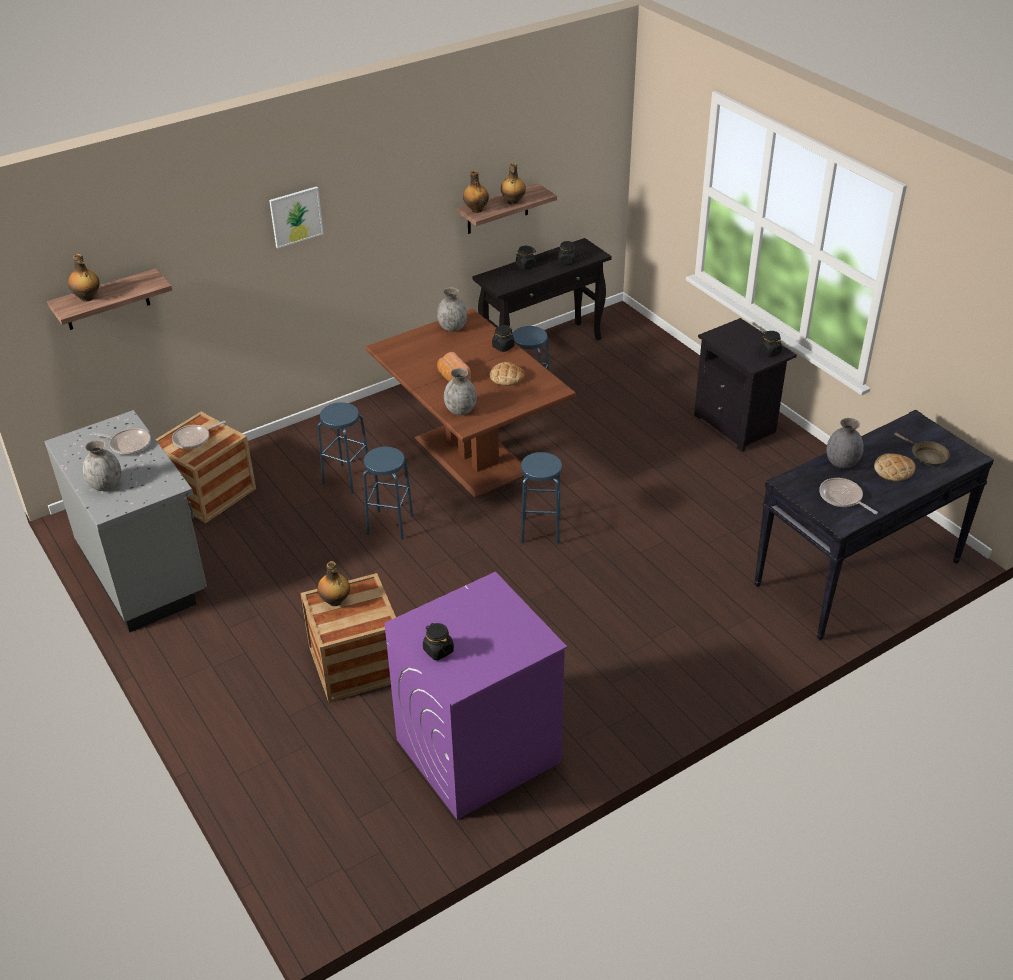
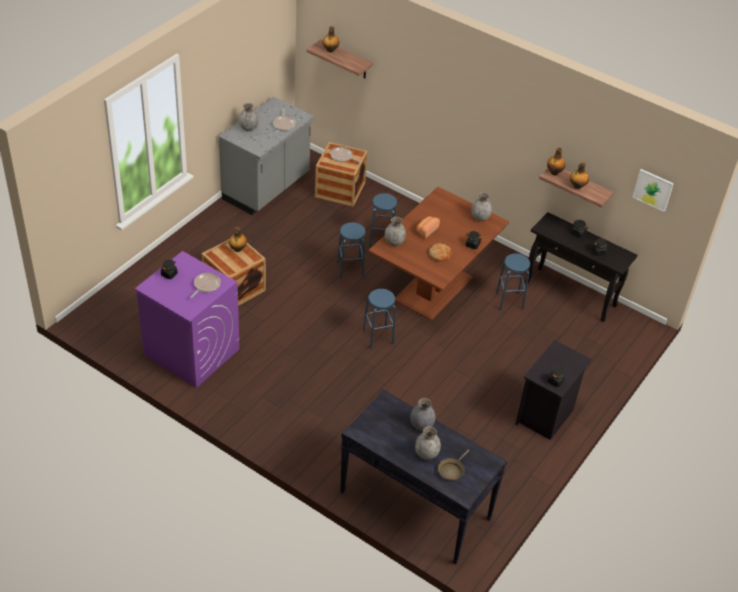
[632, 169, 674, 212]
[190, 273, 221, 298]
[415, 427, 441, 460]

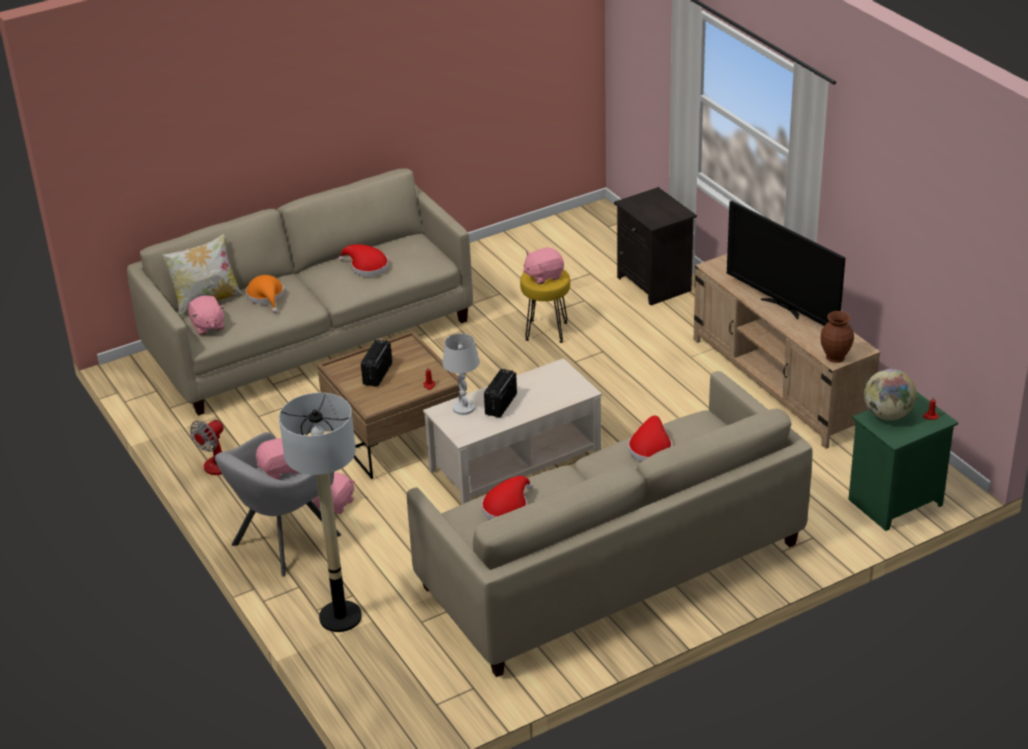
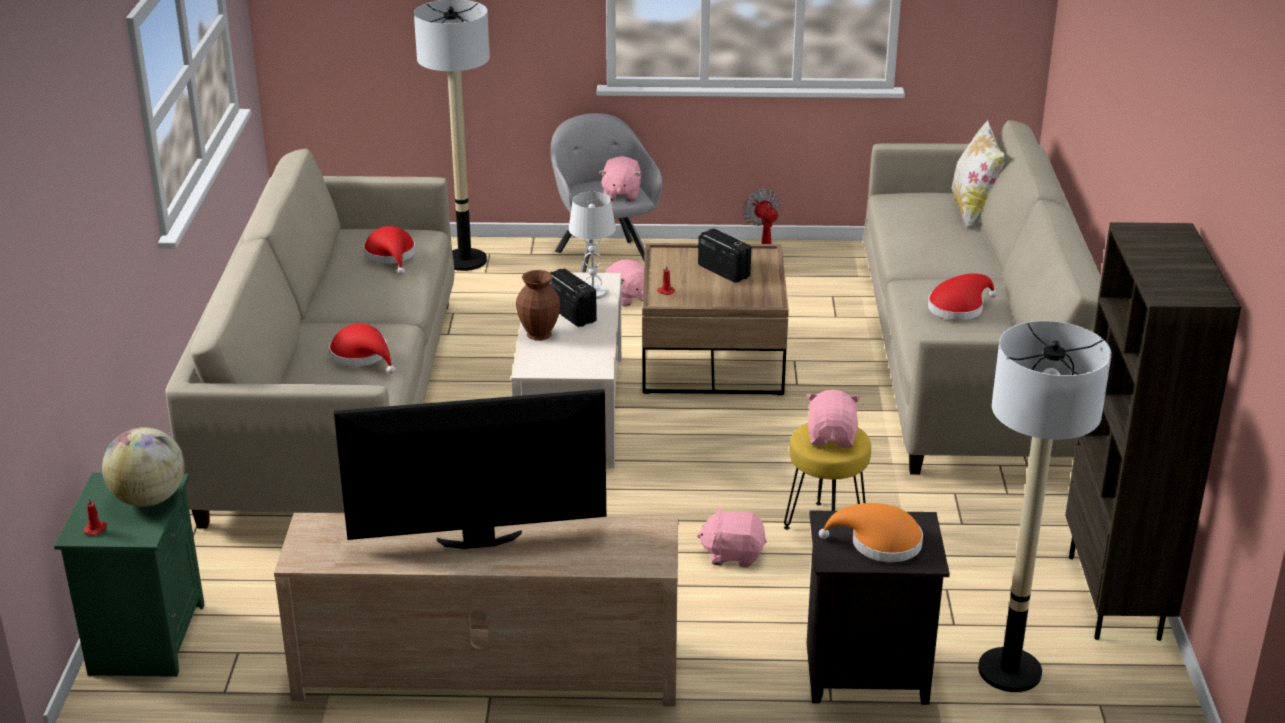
[978, 321, 1112, 692]
[1065, 222, 1241, 641]
[697, 507, 767, 568]
[819, 503, 923, 562]
[516, 270, 560, 341]

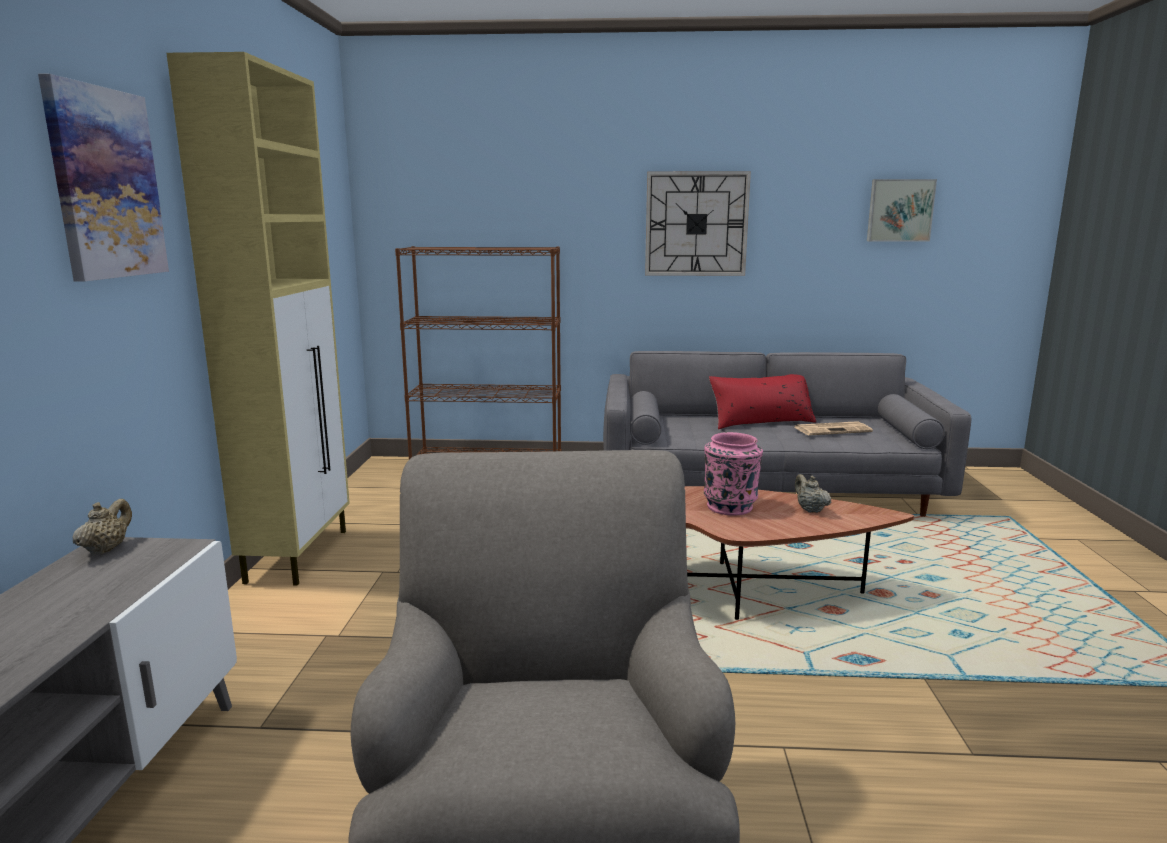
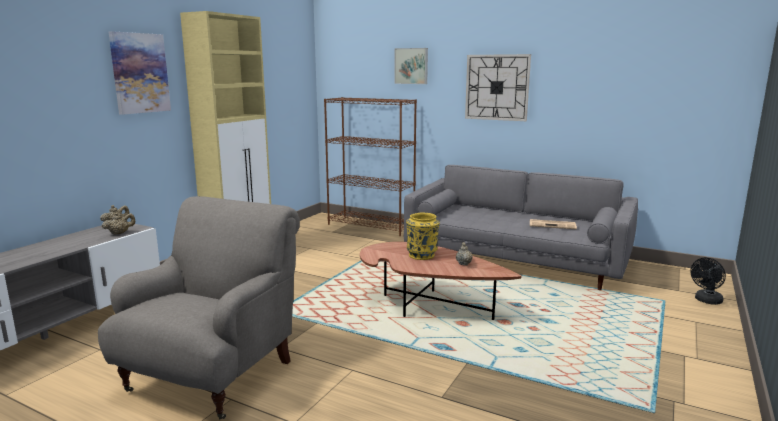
[709, 374, 816, 429] (first image)
[101, 213, 135, 235]
[690, 258, 726, 305]
[394, 48, 428, 84]
[406, 212, 439, 260]

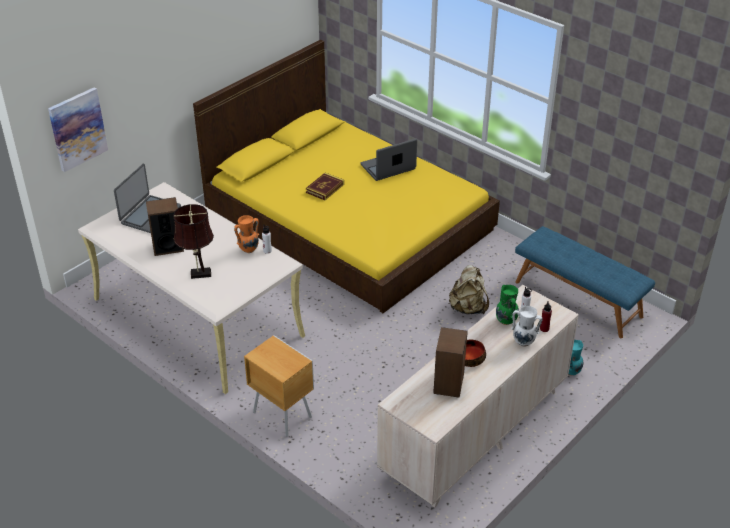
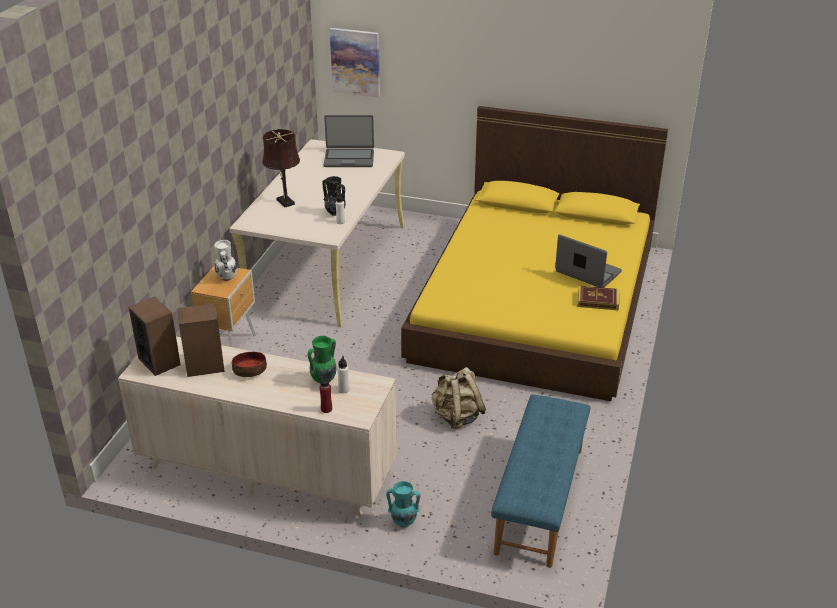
[128, 297, 181, 376]
[578, 286, 619, 310]
[214, 240, 237, 281]
[322, 176, 346, 216]

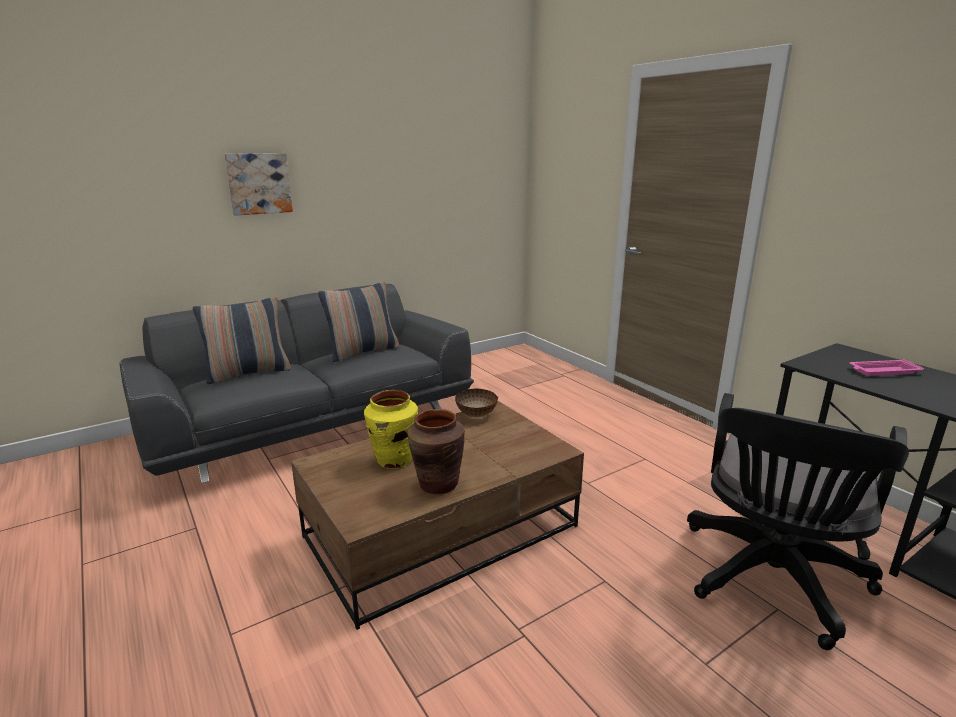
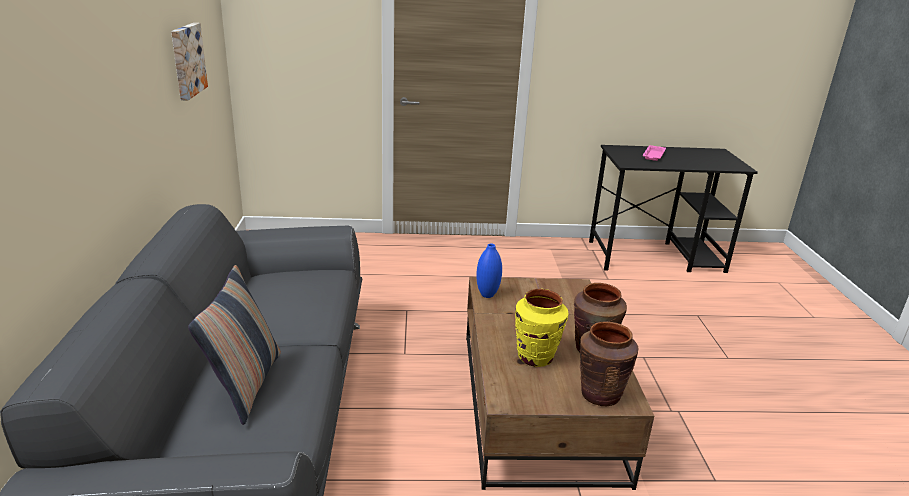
[318, 282, 399, 362] (first image)
[687, 393, 909, 650] (first image)
[580, 321, 639, 406]
[171, 23, 208, 101]
[476, 244, 502, 298]

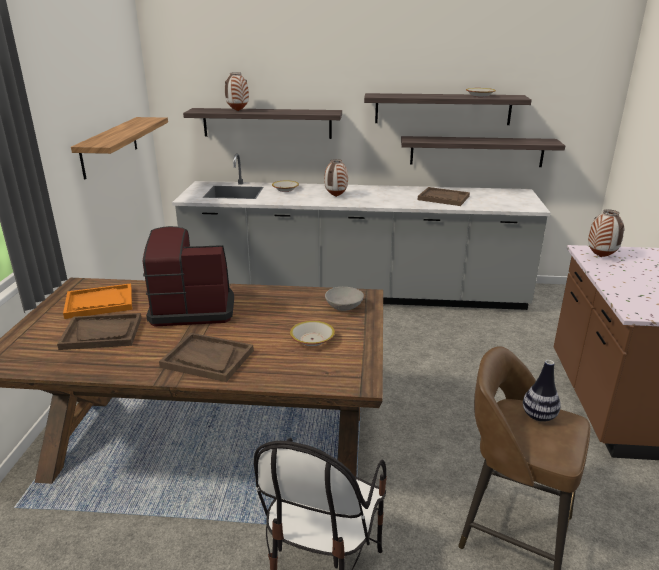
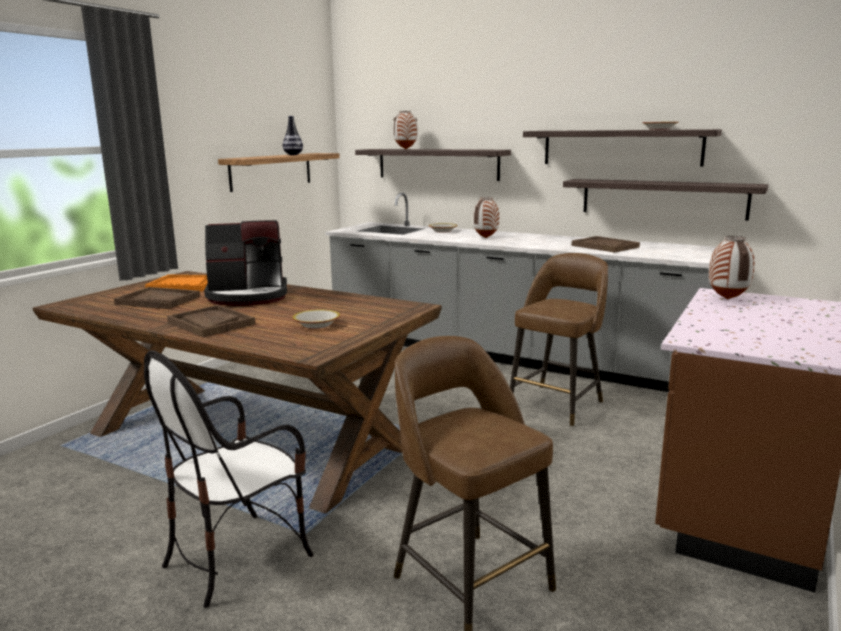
[325, 287, 364, 311] (first image)
[510, 253, 608, 426]
[283, 116, 303, 155]
[204, 220, 287, 306]

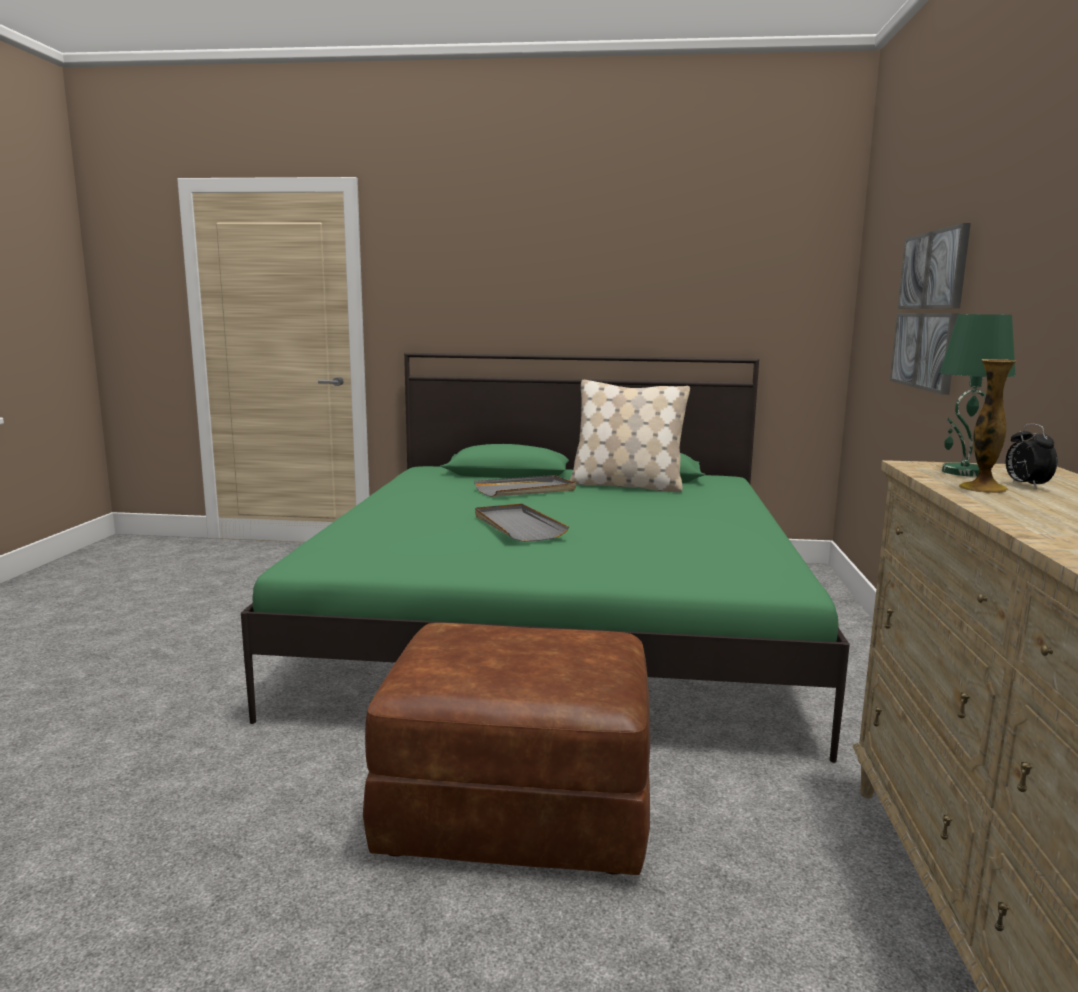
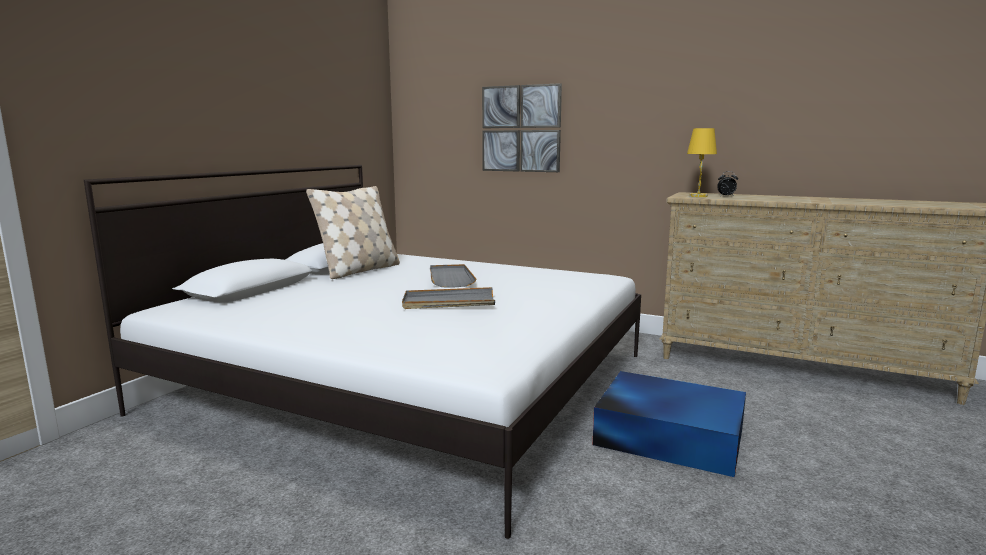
[959, 359, 1016, 493] (first image)
[430, 264, 476, 287]
[593, 371, 746, 477]
[84, 165, 641, 539]
[687, 128, 717, 197]

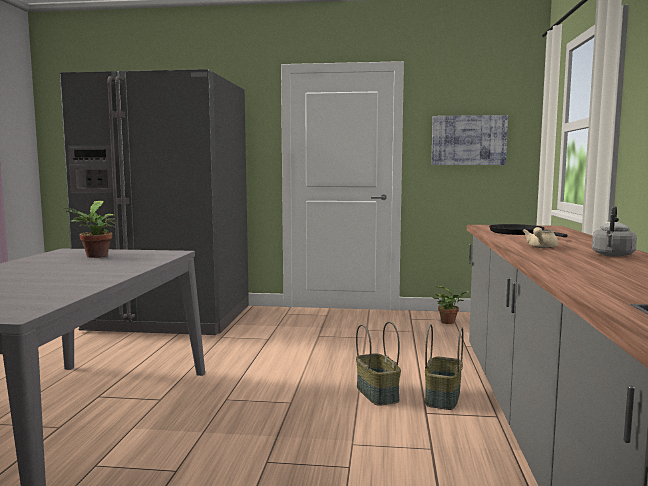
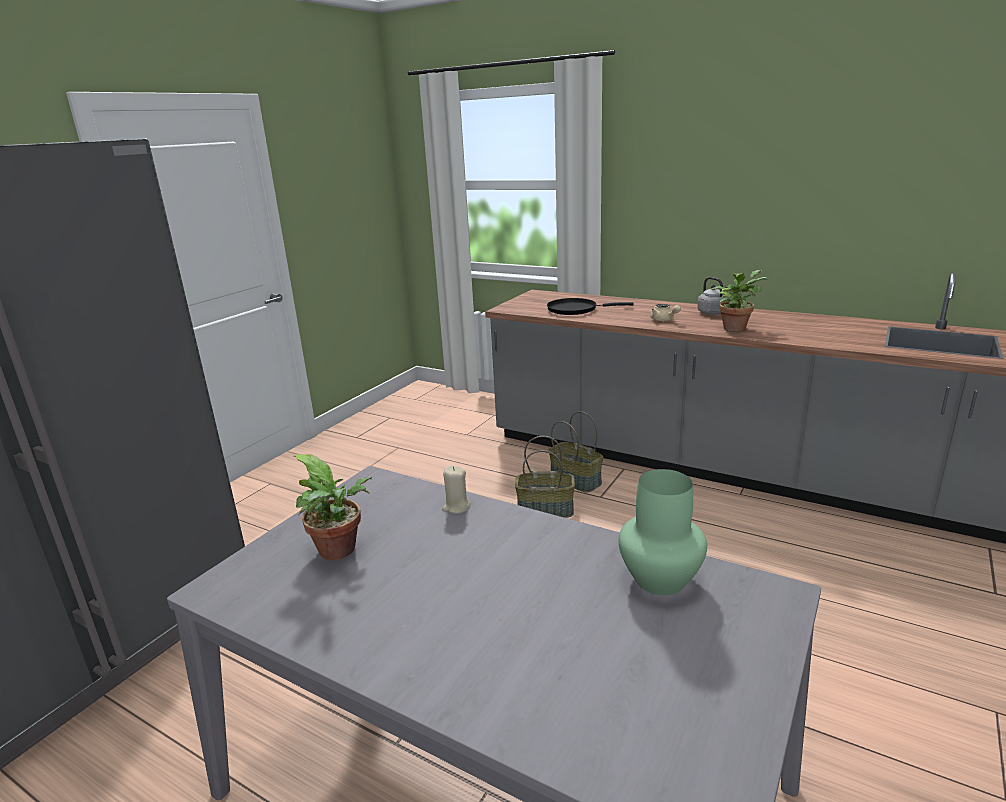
[431, 115, 508, 165] (first image)
[442, 465, 471, 514]
[618, 469, 707, 595]
[712, 270, 768, 332]

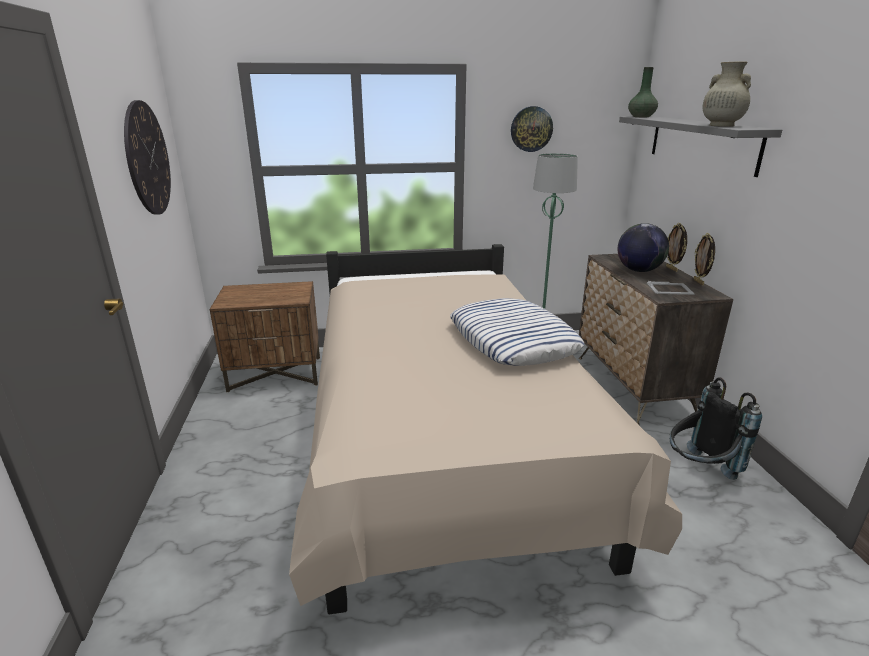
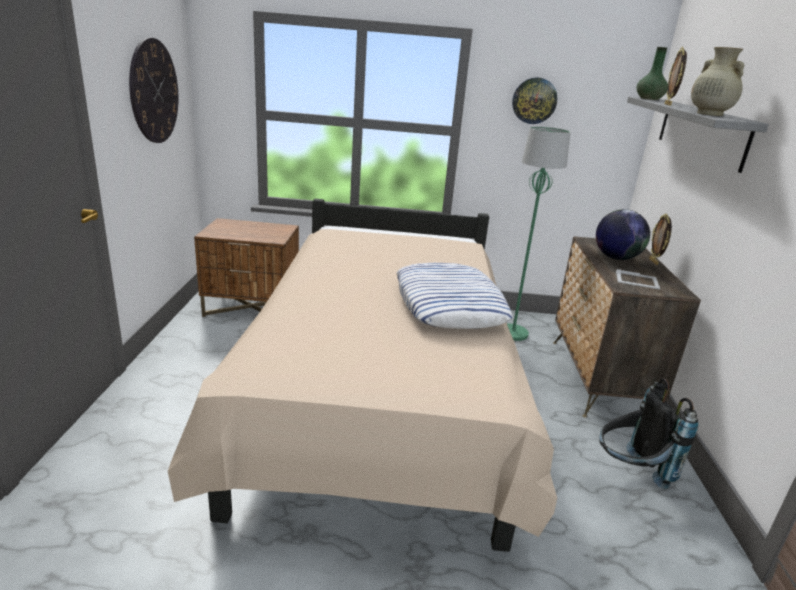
[665, 47, 687, 106]

